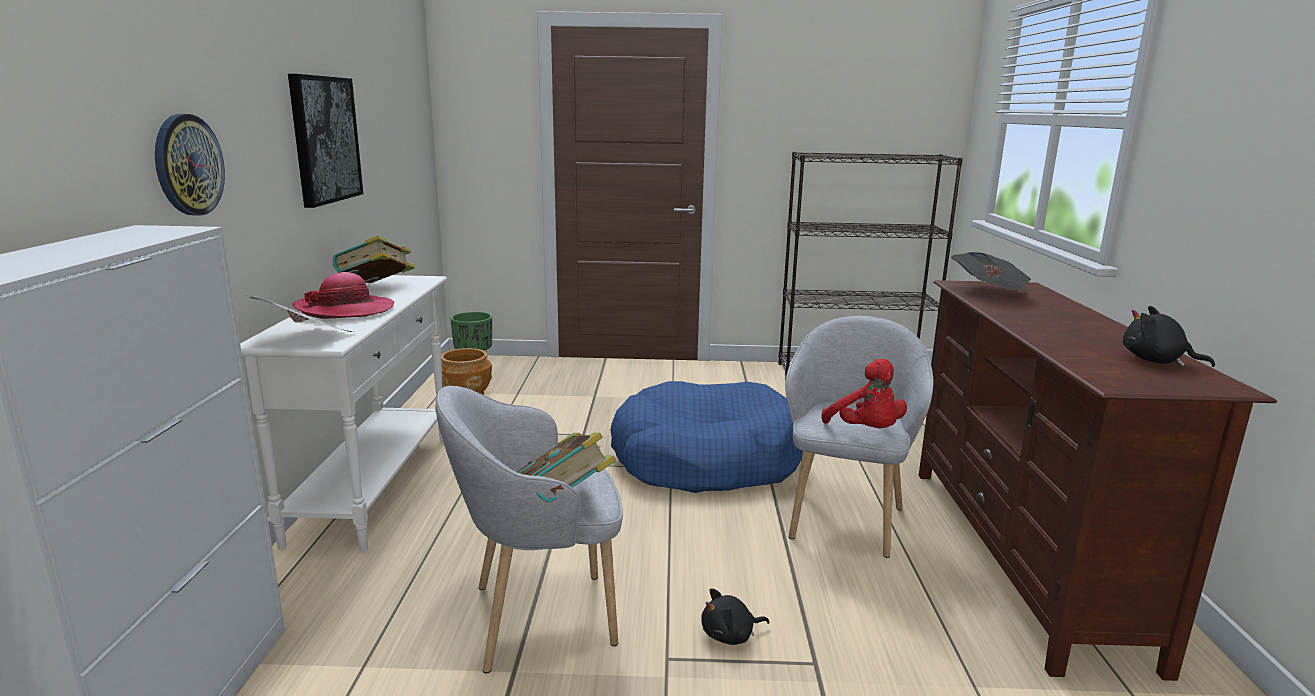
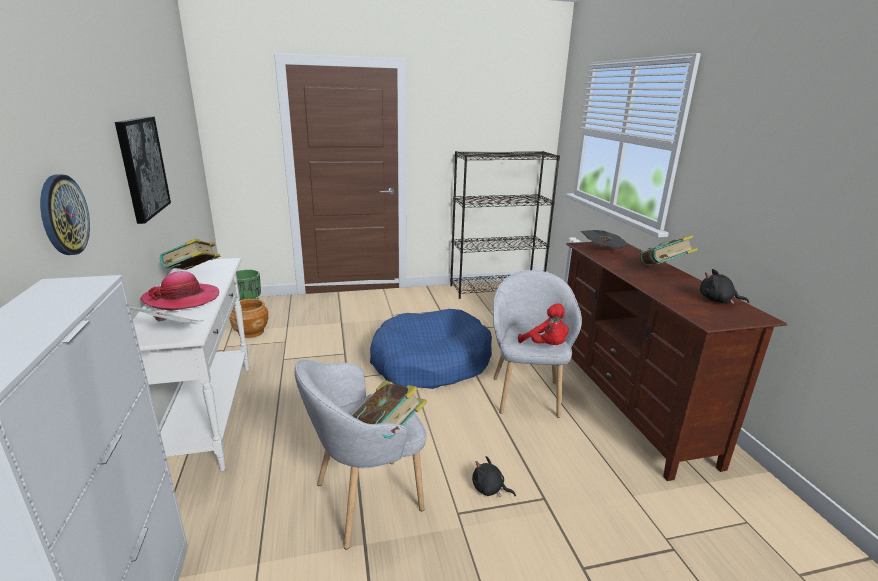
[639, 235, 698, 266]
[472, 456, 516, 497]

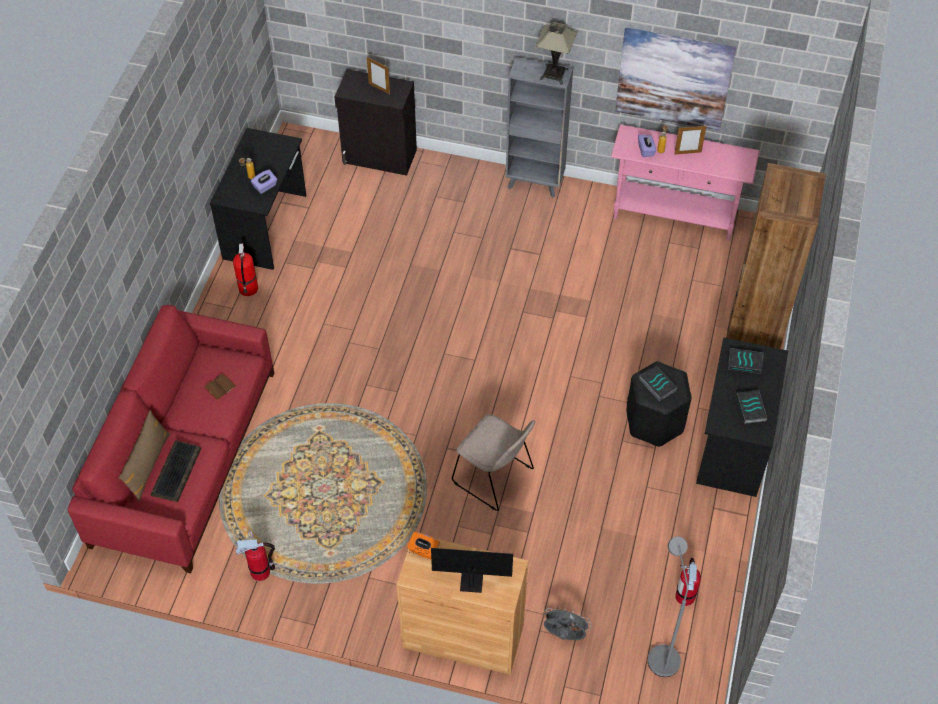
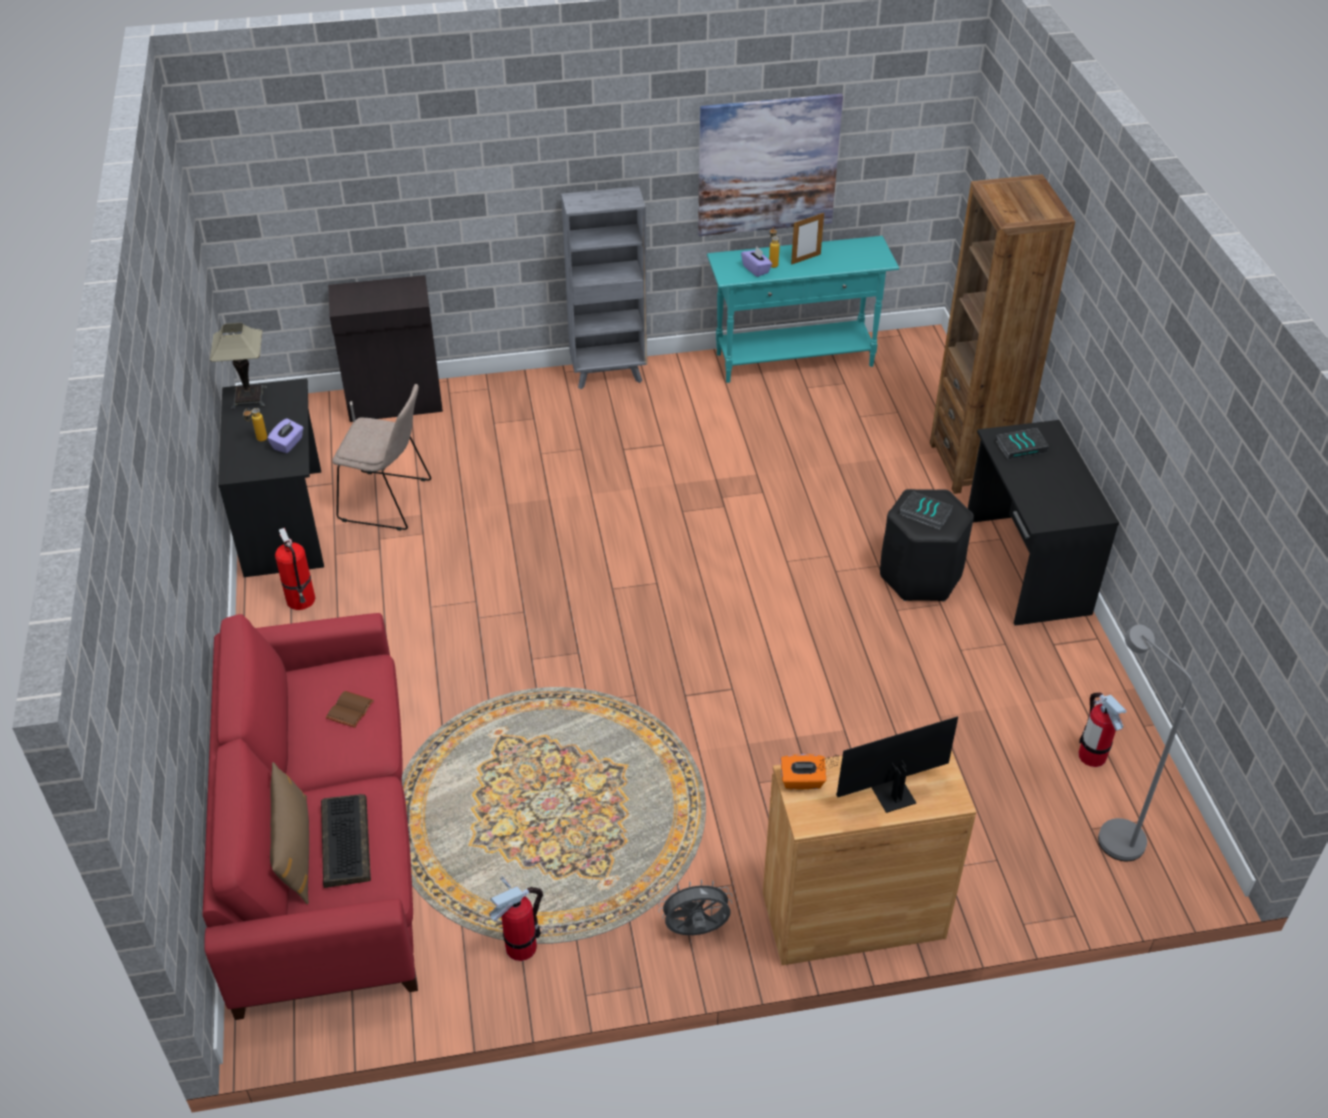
[367, 57, 390, 95] (first image)
[736, 390, 768, 424] (first image)
[333, 384, 431, 531]
[210, 323, 267, 409]
[658, 880, 733, 935]
[707, 236, 899, 383]

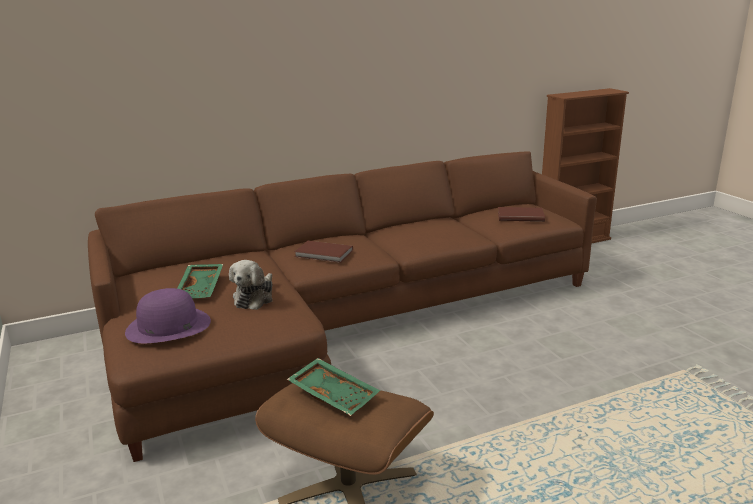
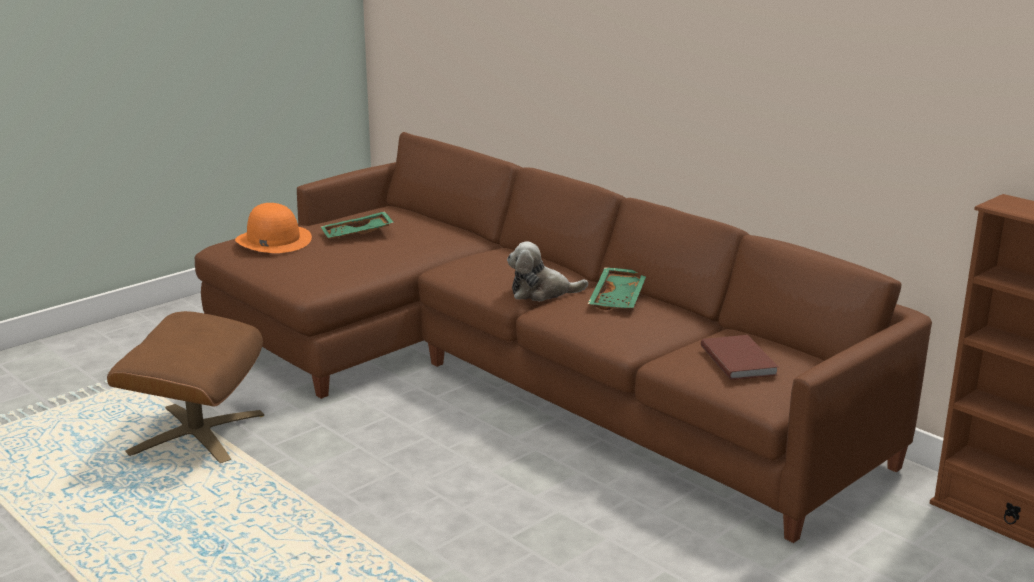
[294, 241, 353, 263] (first image)
[507, 242, 588, 301]
[588, 267, 646, 310]
[235, 203, 312, 253]

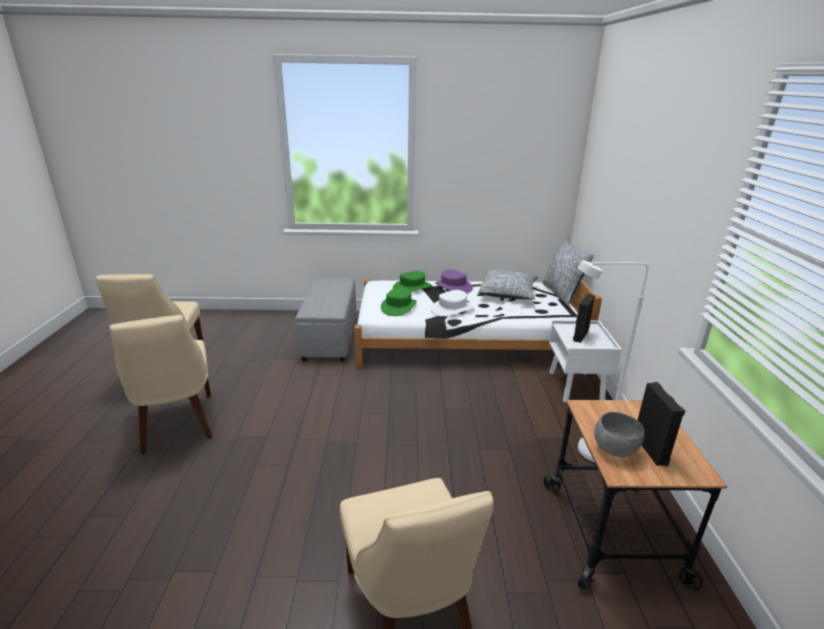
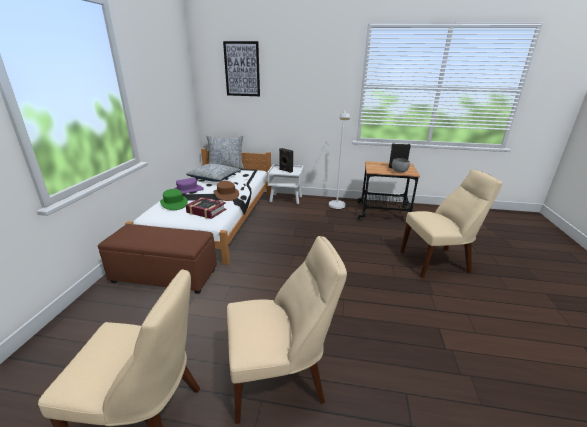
[223, 41, 260, 96]
[185, 197, 226, 219]
[98, 224, 217, 294]
[214, 181, 239, 201]

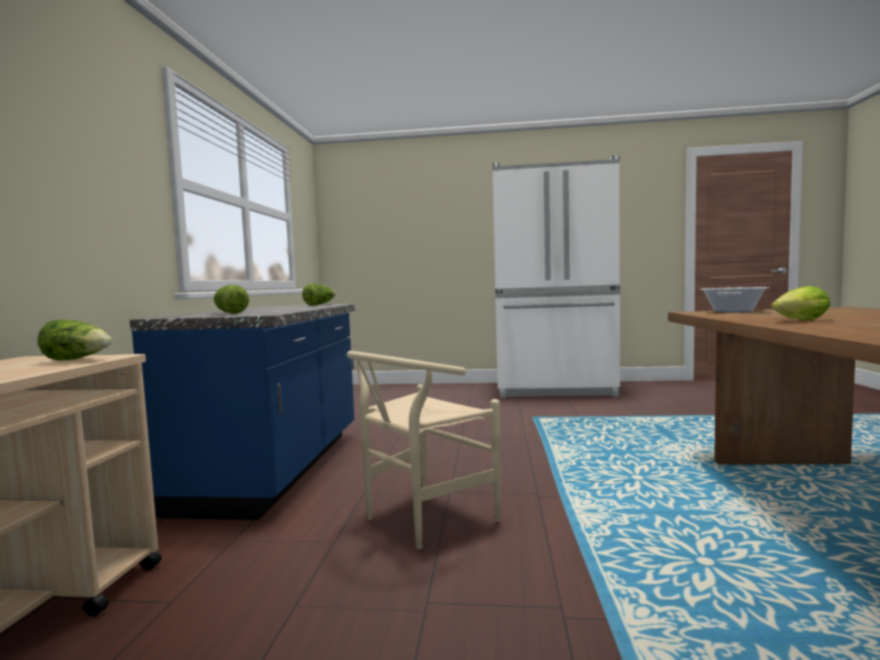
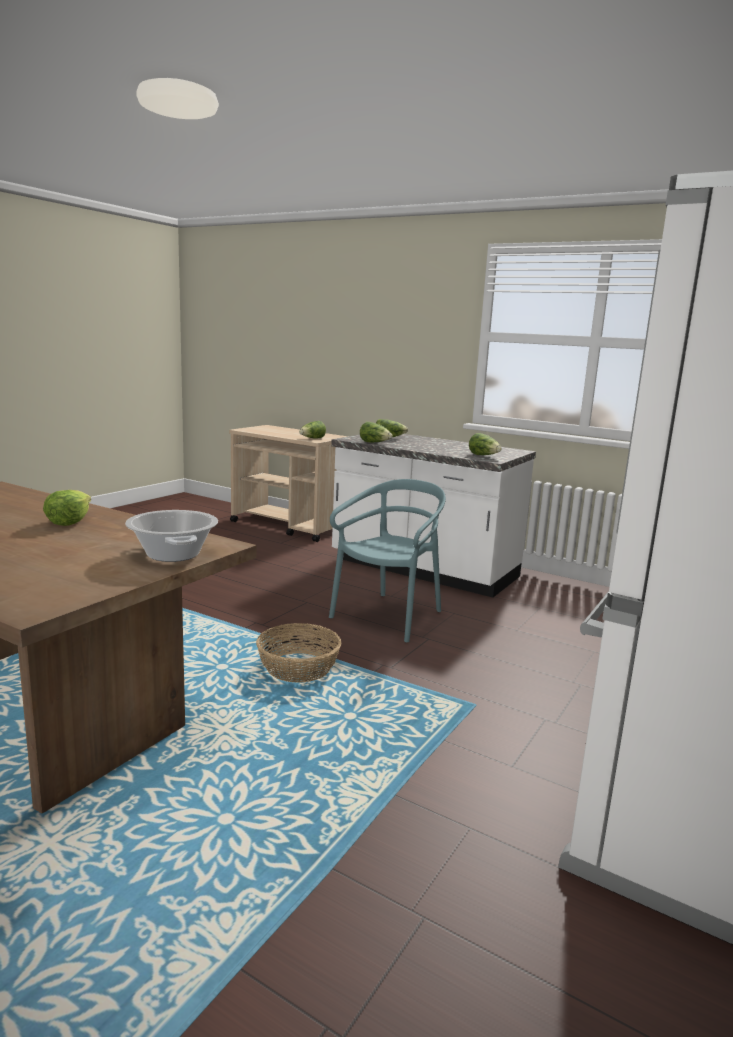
[347, 351, 501, 549] (first image)
[256, 623, 341, 683]
[329, 479, 446, 643]
[360, 422, 392, 442]
[331, 434, 536, 597]

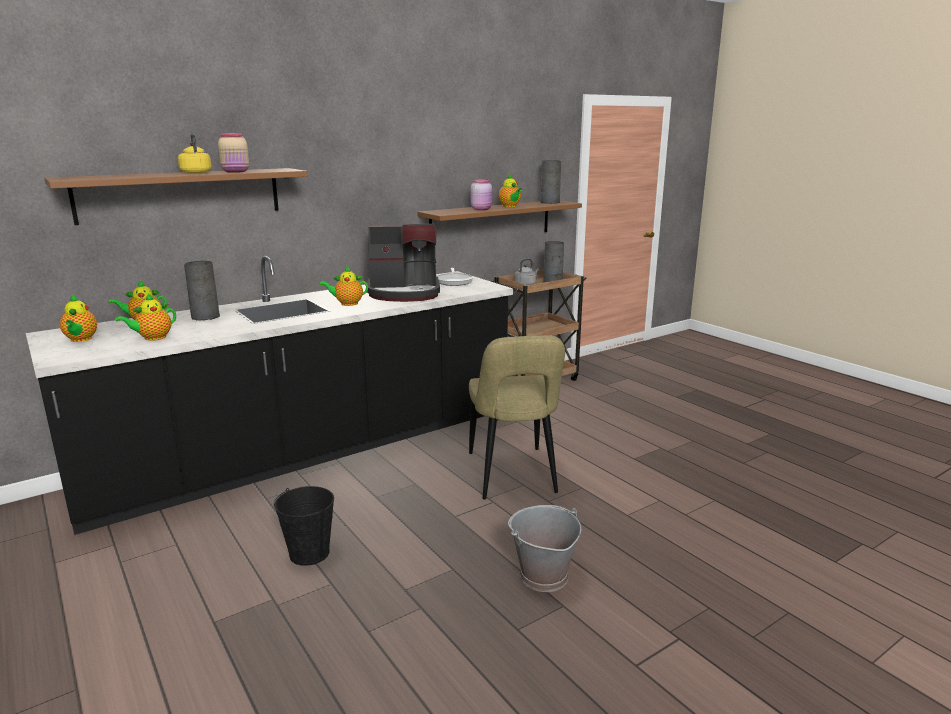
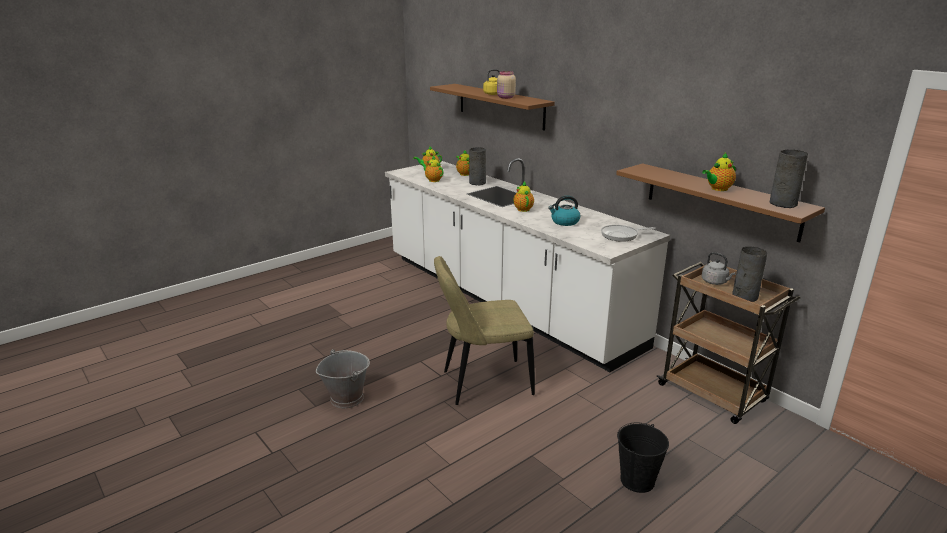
[471, 179, 492, 210] (first image)
[617, 422, 669, 493]
[548, 196, 580, 226]
[385, 158, 670, 372]

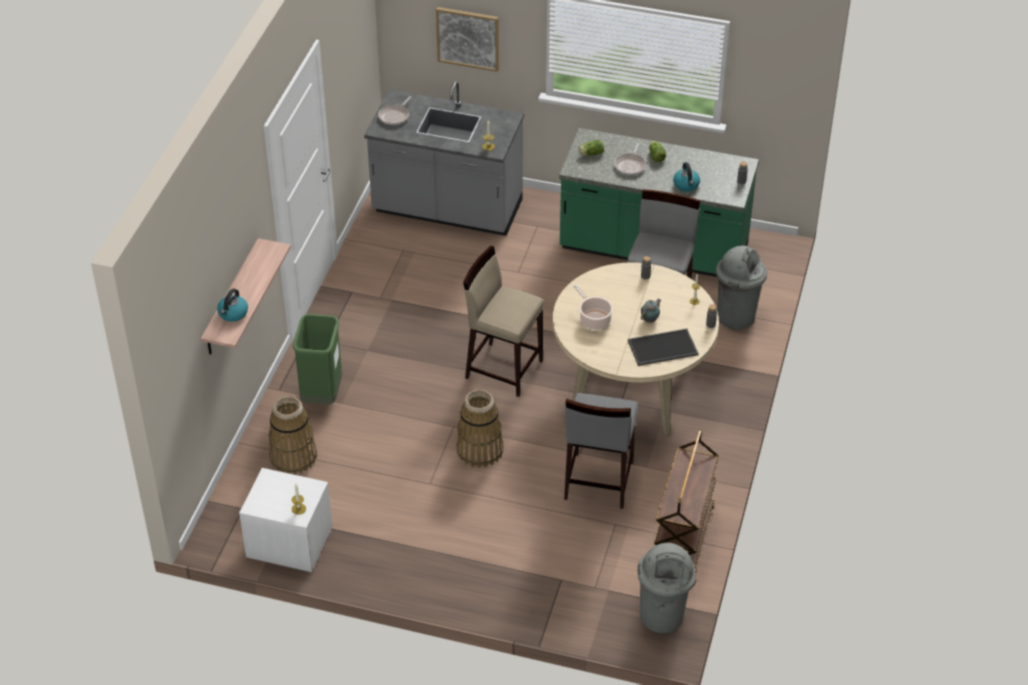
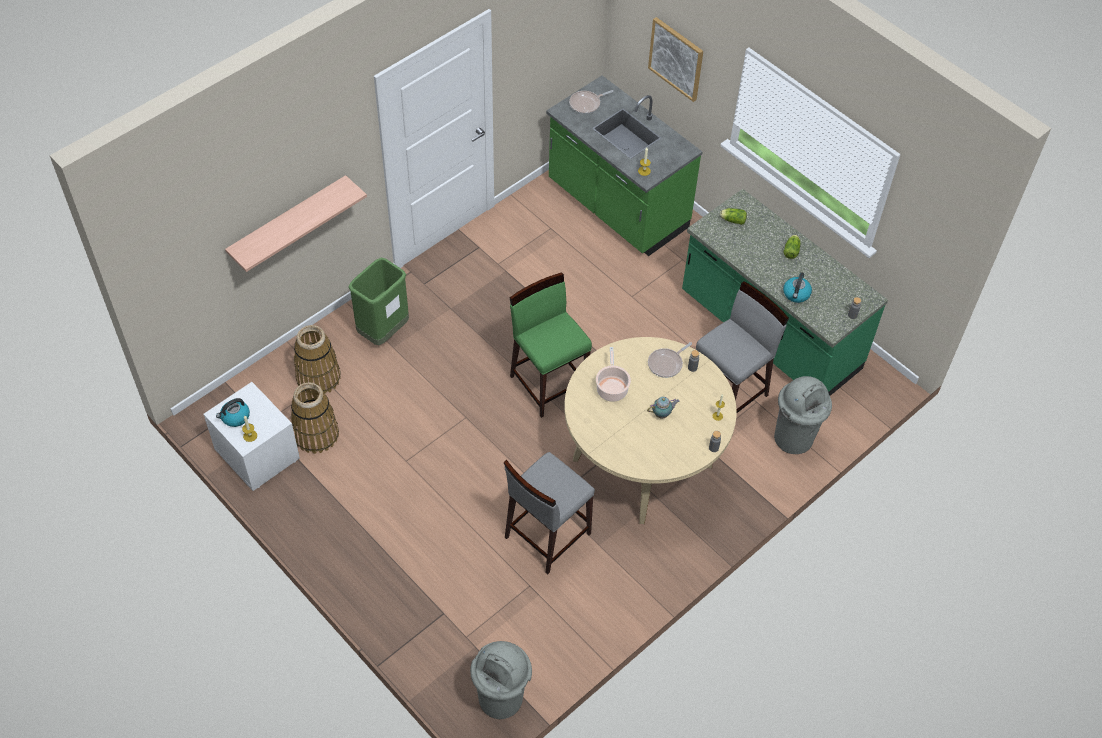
[628, 329, 699, 366] (first image)
[654, 430, 719, 577] (first image)
[216, 398, 250, 427]
[291, 382, 339, 454]
[648, 342, 692, 378]
[546, 75, 702, 256]
[509, 272, 592, 418]

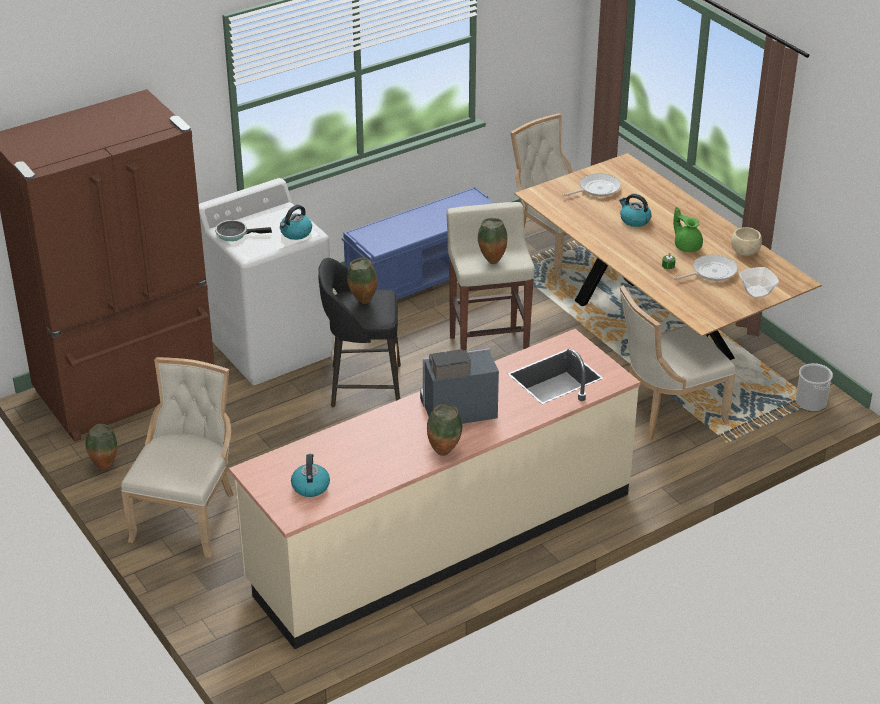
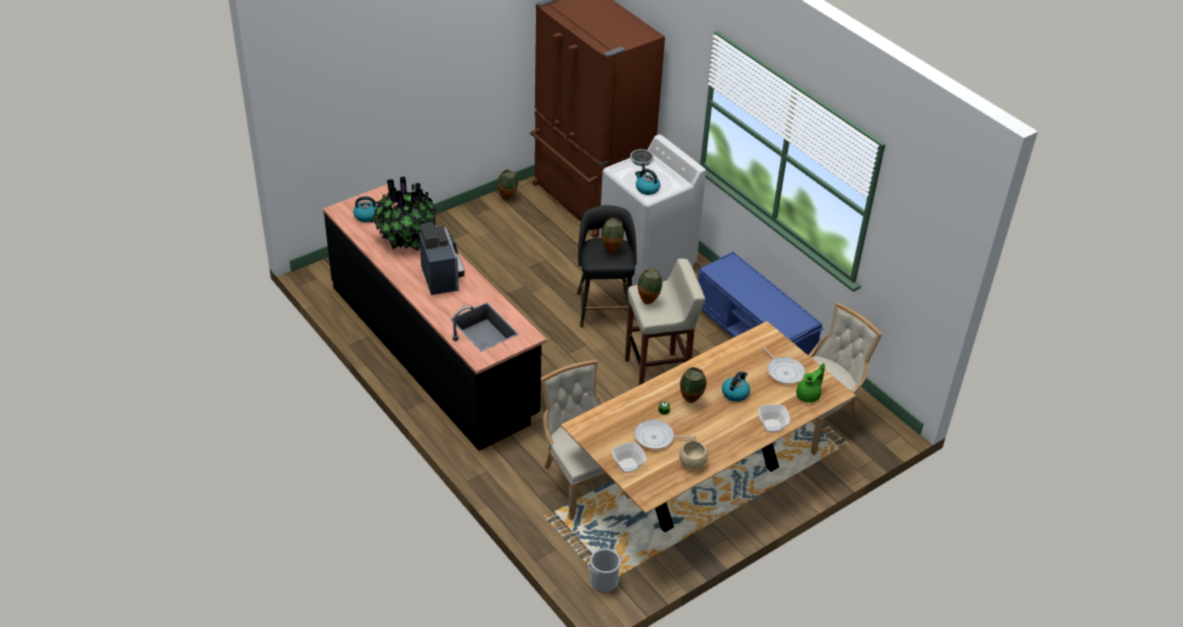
[121, 357, 234, 558] (first image)
[370, 176, 436, 251]
[758, 404, 790, 432]
[680, 367, 706, 403]
[796, 363, 825, 403]
[323, 184, 547, 451]
[635, 420, 696, 449]

